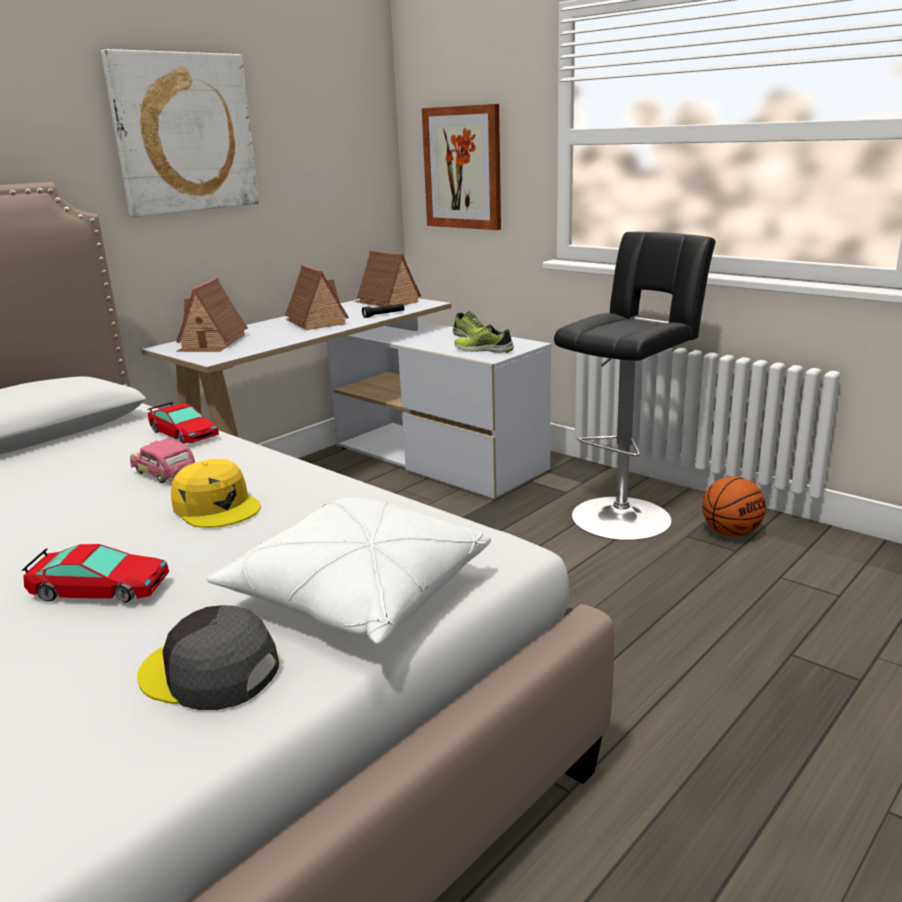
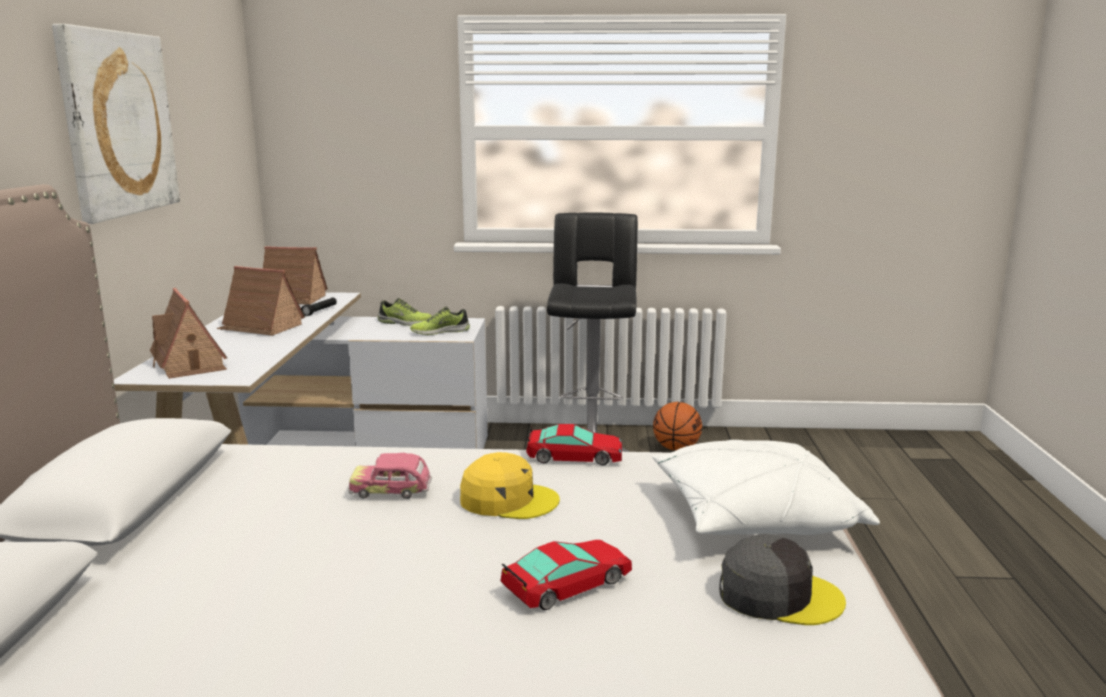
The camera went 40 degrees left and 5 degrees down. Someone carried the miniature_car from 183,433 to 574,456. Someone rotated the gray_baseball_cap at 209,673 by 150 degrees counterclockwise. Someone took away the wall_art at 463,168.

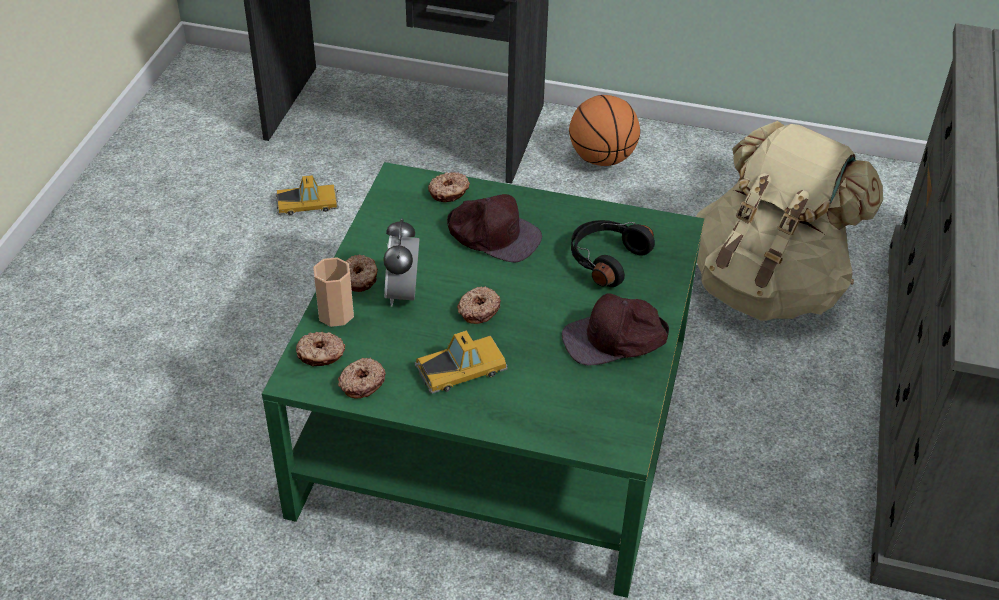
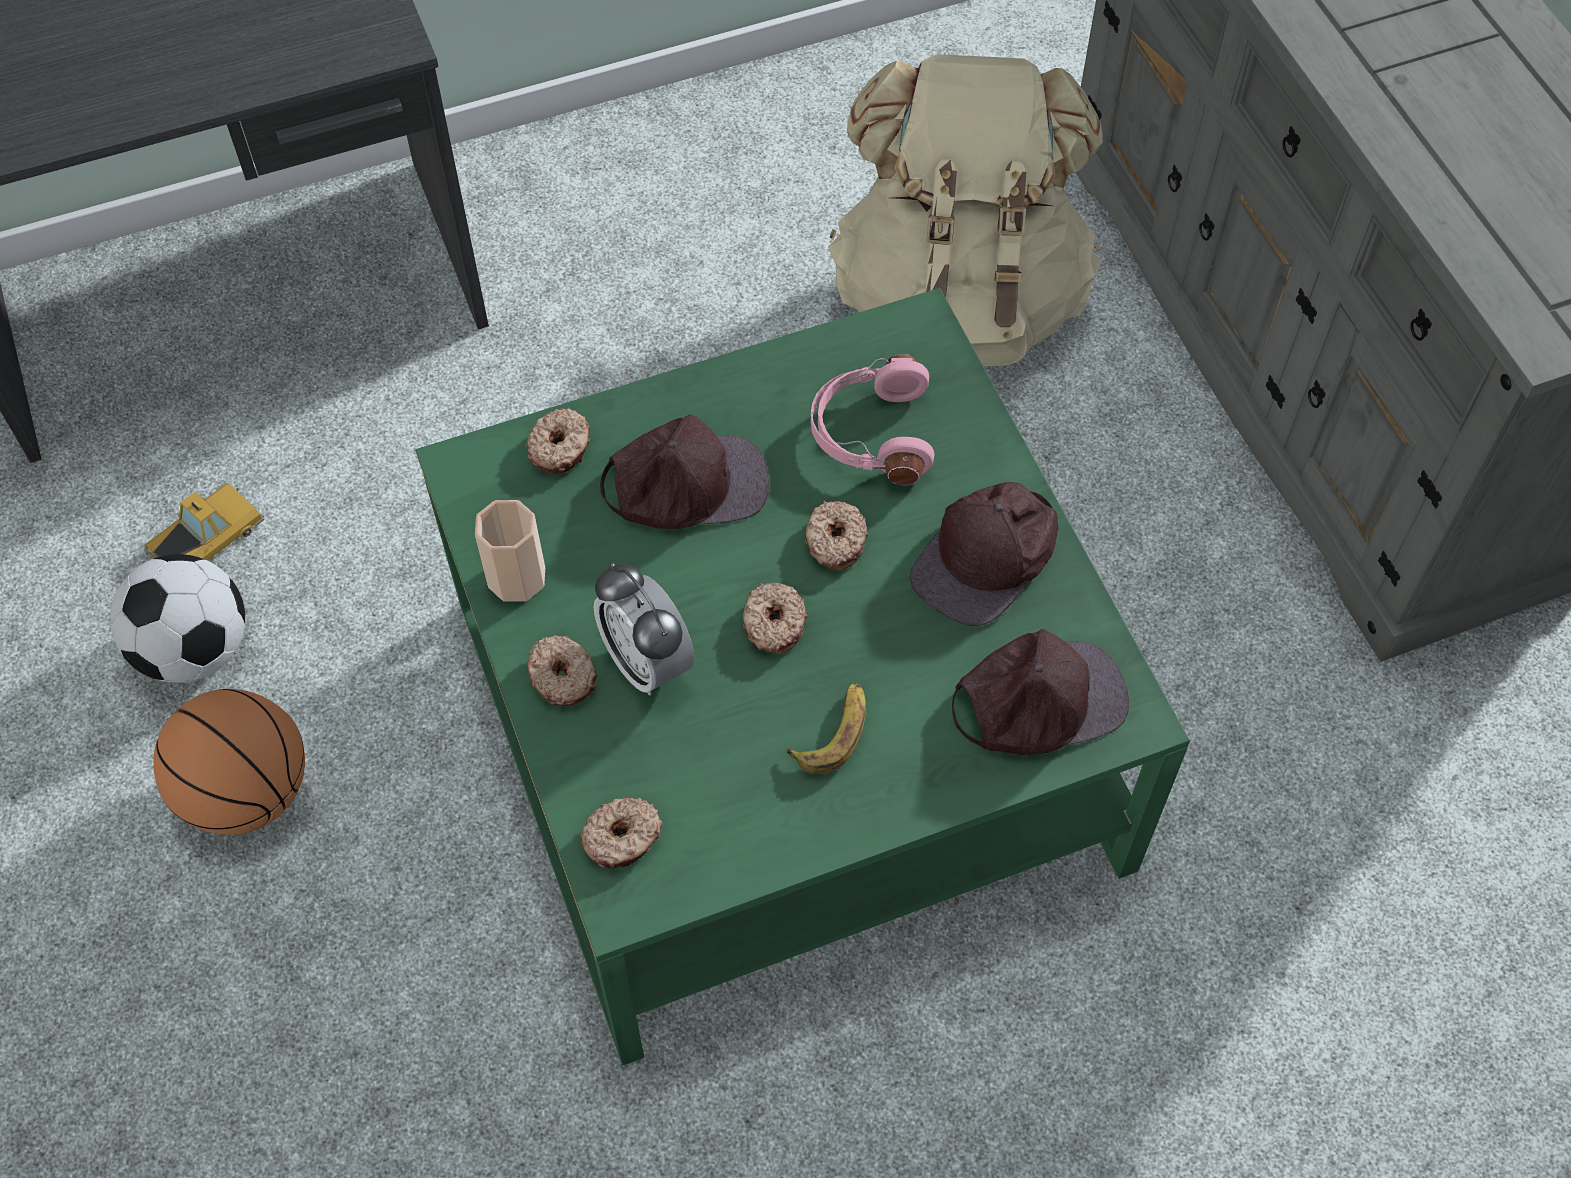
The camera went 35 degrees left and 15 degrees up. Someone put down the football_ball at 195,649. Someone carried the basketball_ball from 602,159 to 247,792. Someone carried the drinking_cup from 336,314 to 516,577. Someone swapped the miniature_car at 462,368 for the banana_fruit at 833,732. Someone carried the doughnut from 361,383 to 834,541. Someone repainted the black-coloured_headset at 605,259, which became the pinkish_headset at 870,434. Someone put down the brown_baseball_cap at 1038,700.

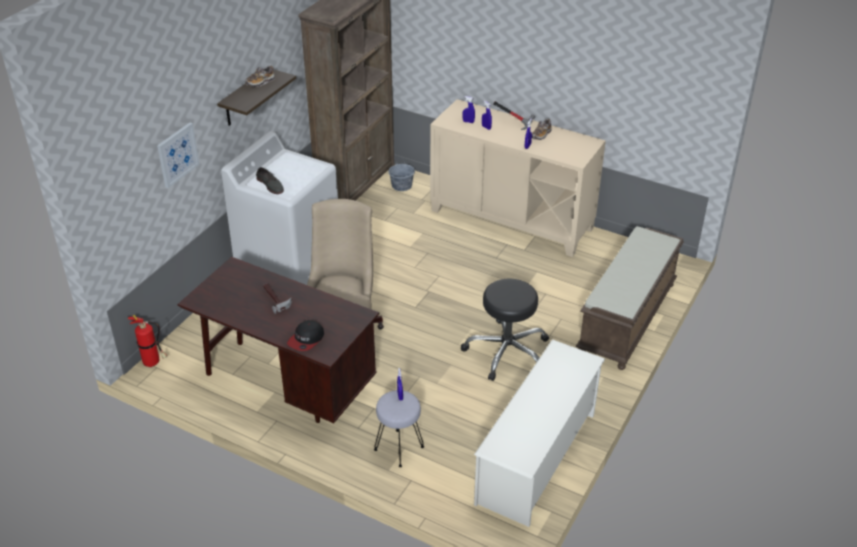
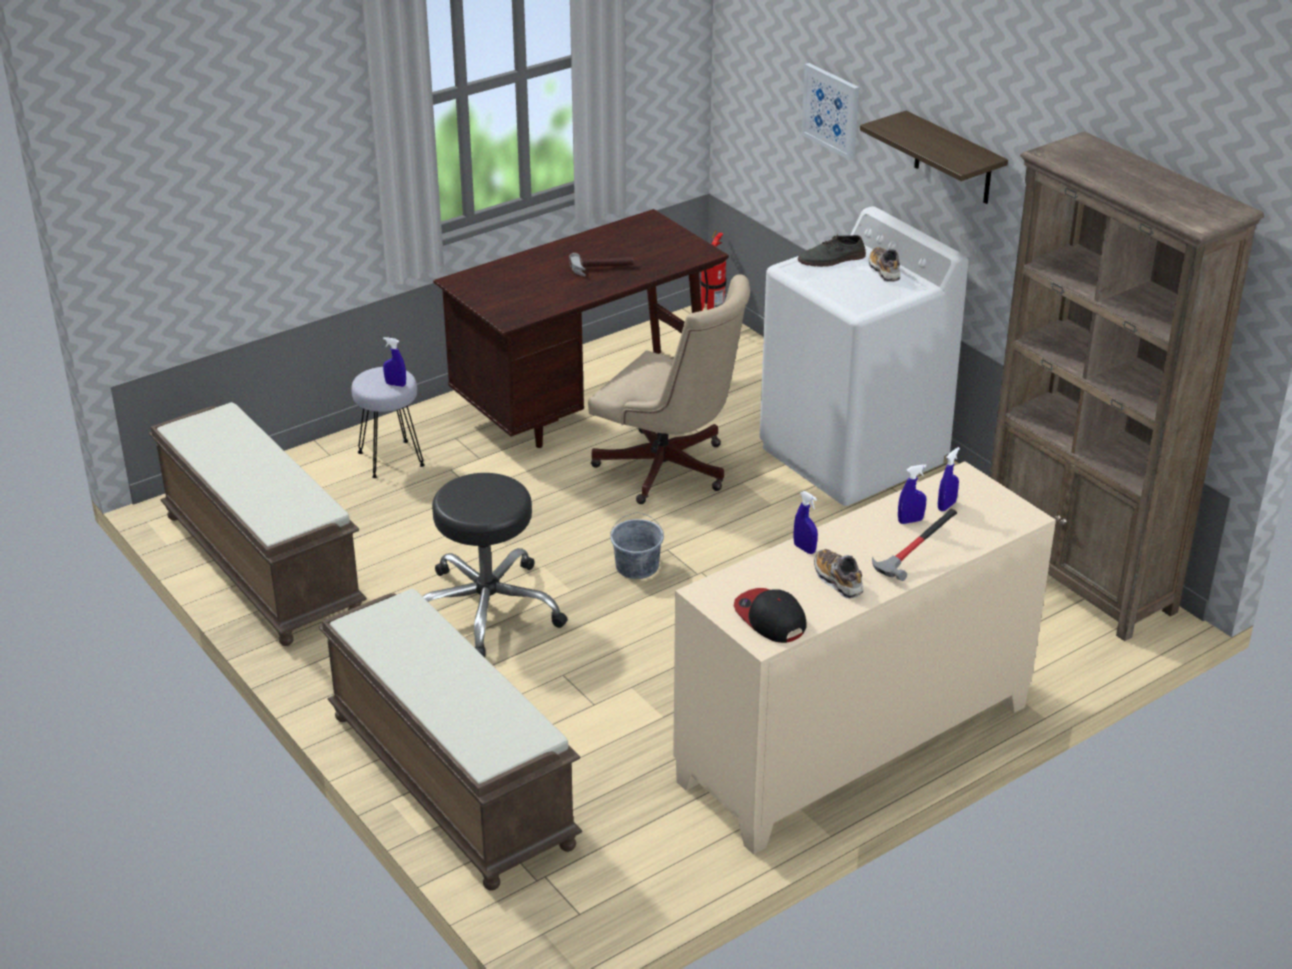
The camera went 115 degrees right and 5 degrees down. Someone swapped the white_shoe_rack at 537,458 for the brown_indoor_bench at 259,564. Someone carried the gray_bucket from 401,185 to 637,566. Someone carried the baseball_cap from 306,339 to 769,618. Someone carried the item_of_footwear from 260,82 to 884,271.

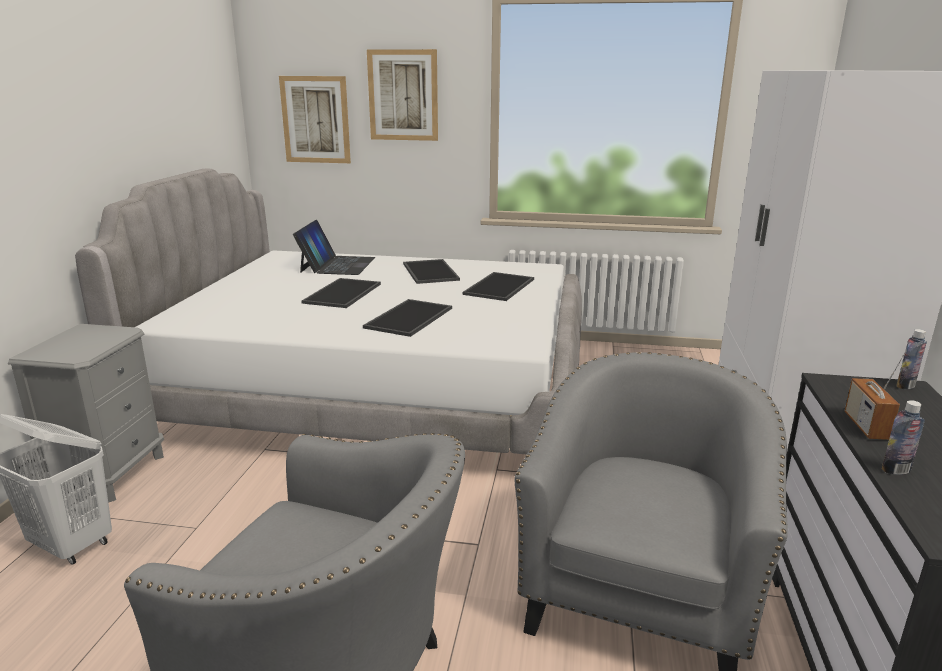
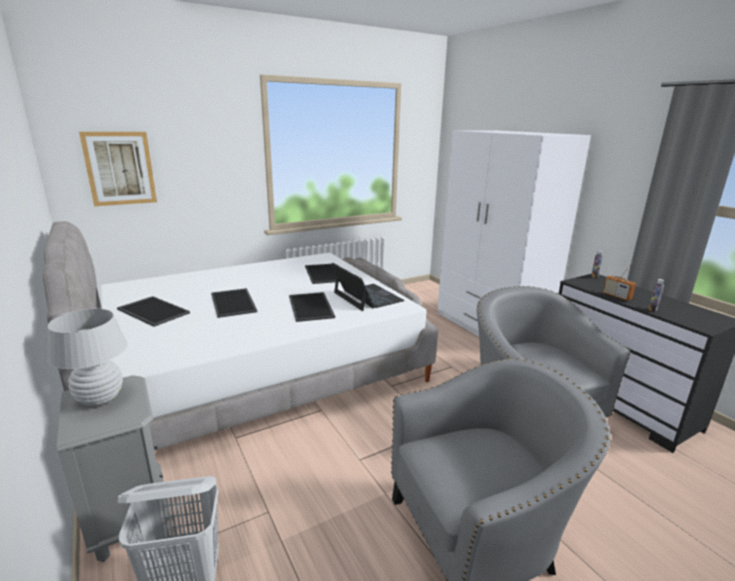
The camera went 40 degrees left and 0 degrees up. Someone put down the white_lamp_for_a_table at 100,398. Someone carried the carrying_tray from 429,271 to 152,311. Someone carried the portable_computer from 337,265 to 367,297. Someone took away the wall_art at 403,95.

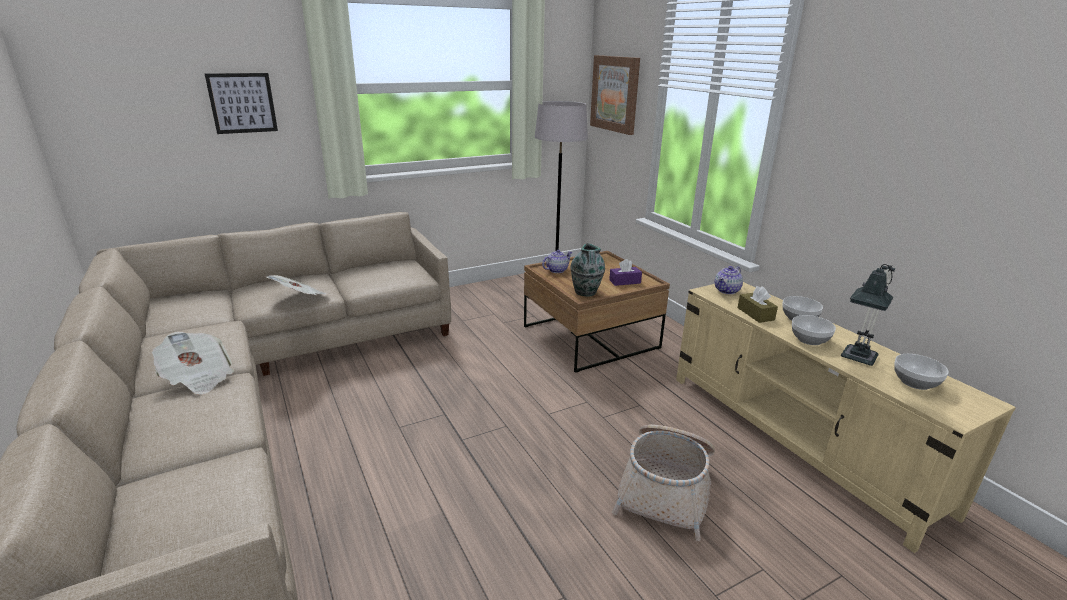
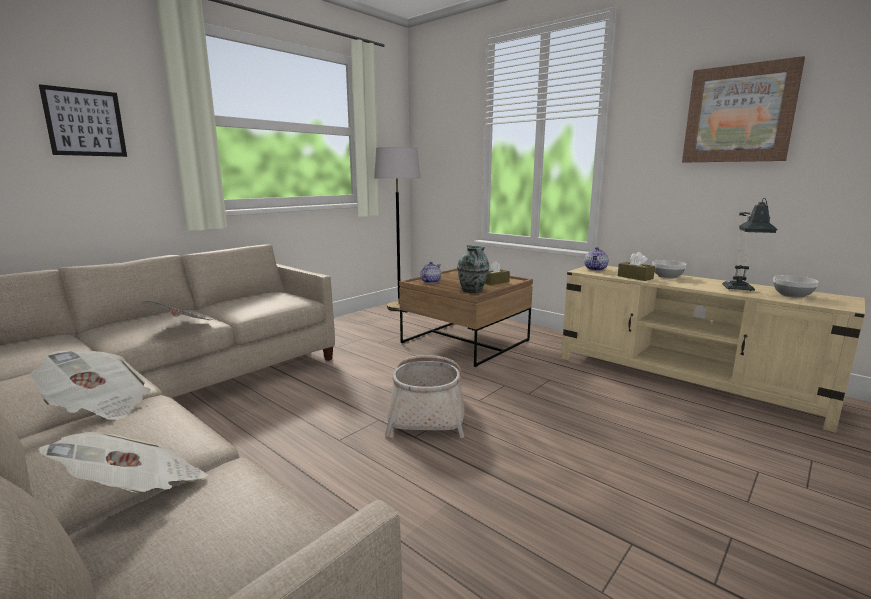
The camera went 20 degrees left and 10 degrees down. Someone put down the newspaper at 137,490. Someone carried the household_basket from 666,488 to 427,412. Someone repainted the purple-coloured_box_of_tissues at 625,281, which became the brown_box_of_tissues at 495,282. Someone carried the wall_art from 615,94 to 739,114. Someone took away the serving_bowl at 809,339.

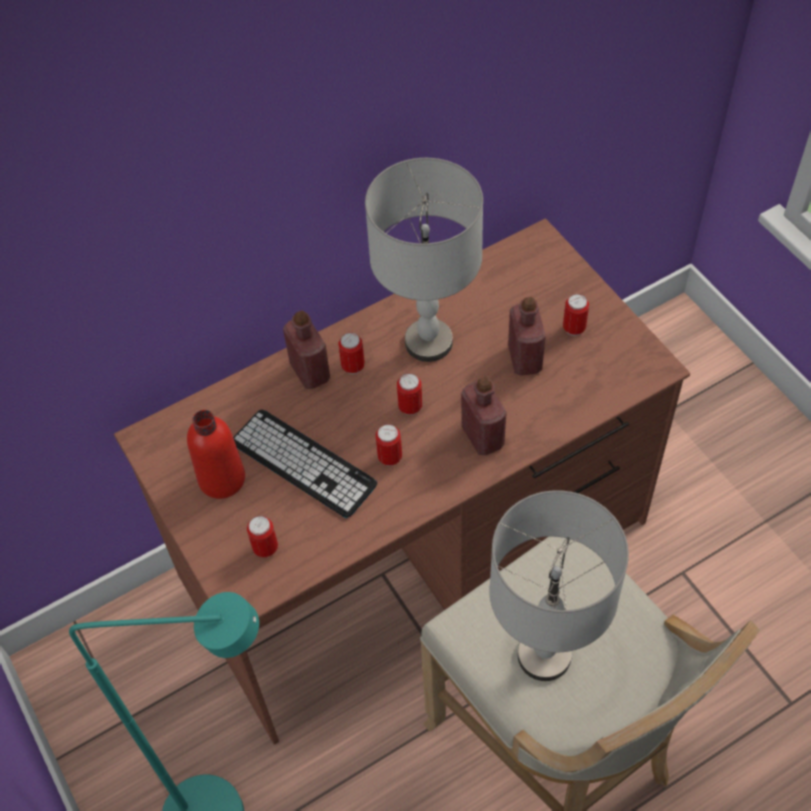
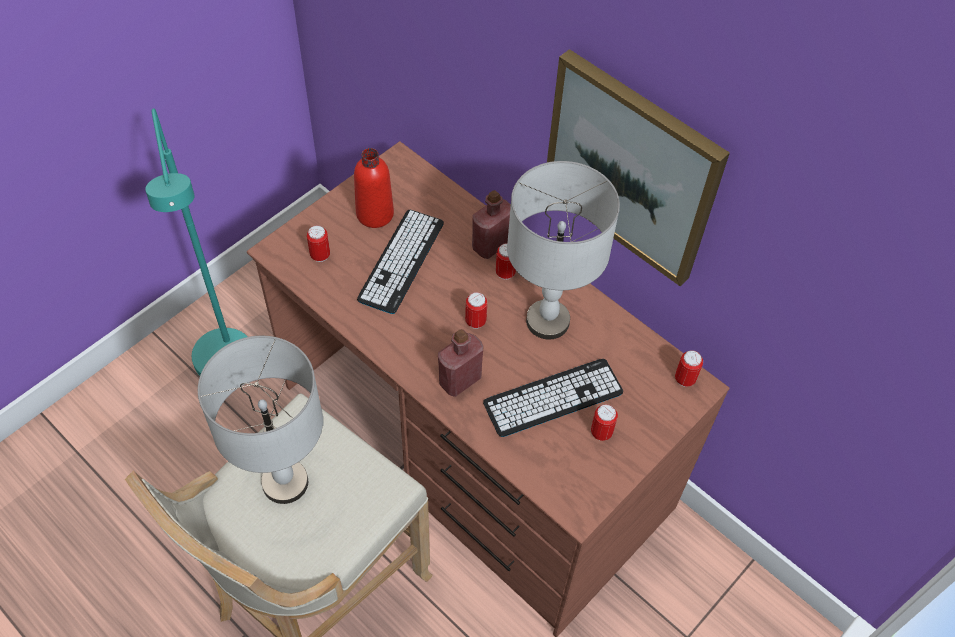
The camera went 70 degrees right and 0 degrees up. Someone swapped the red-coloured_drink_bottle at 524,358 for the PC_keyboard at 553,398. Someone put up the wall_art at 631,168. Someone carried the metal_can from 390,457 to 684,379.

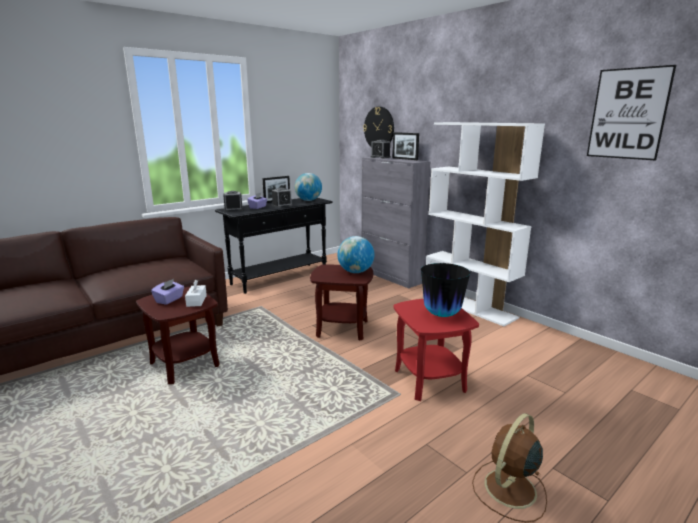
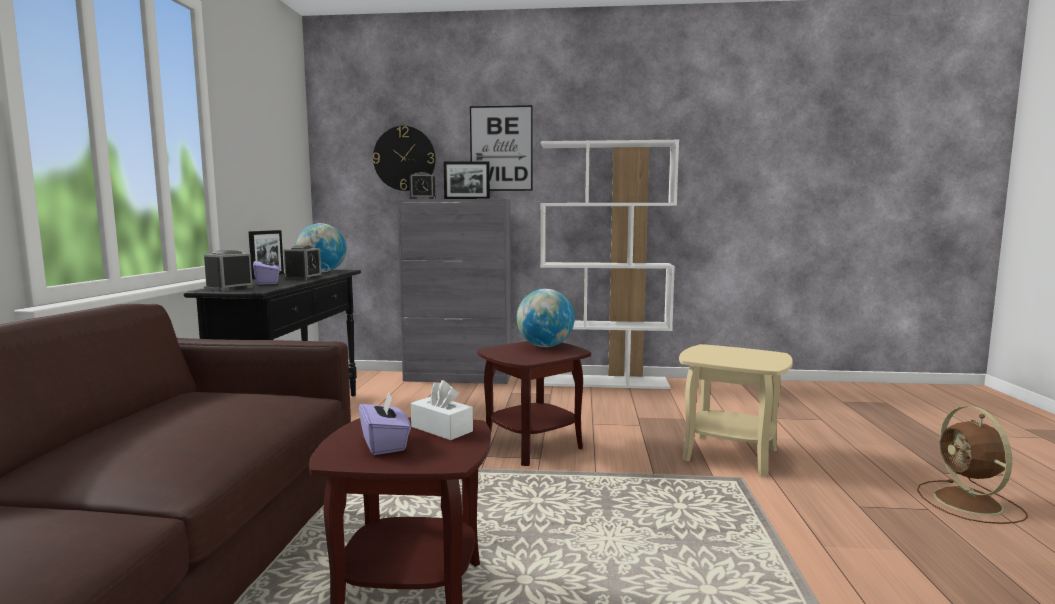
The camera went 45 degrees left and 10 degrees down. Someone carried the wall_art from 628,114 to 501,148. Someone repainted the red-coloured_side_table at 430,380, which became the beige_side_table at 730,454. Someone took away the vase at 442,315.

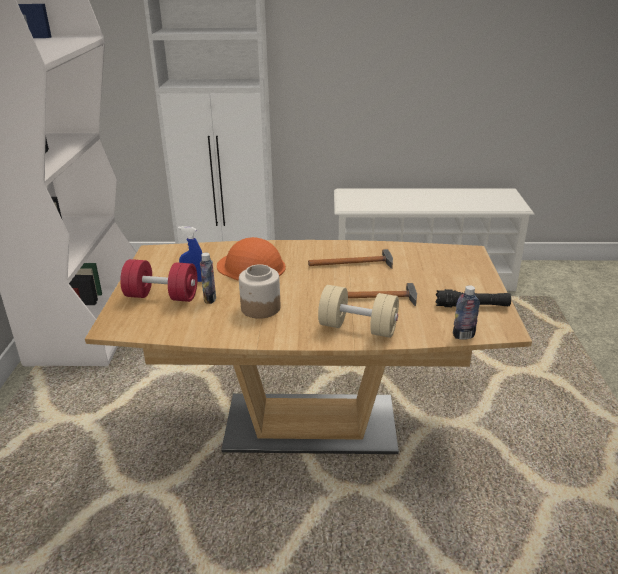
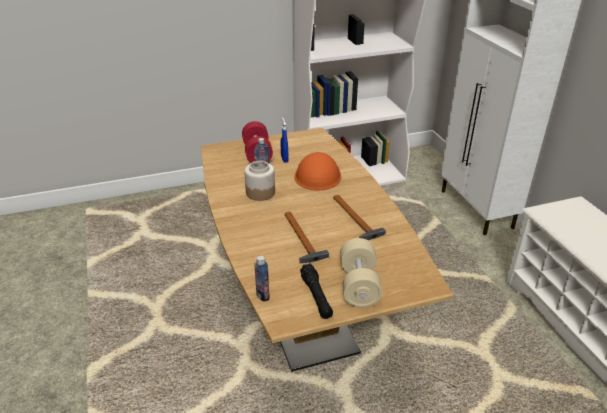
The camera went 70 degrees right and 5 degrees up. Someone carried the beige_free_weight from 358,328 to 359,285.

